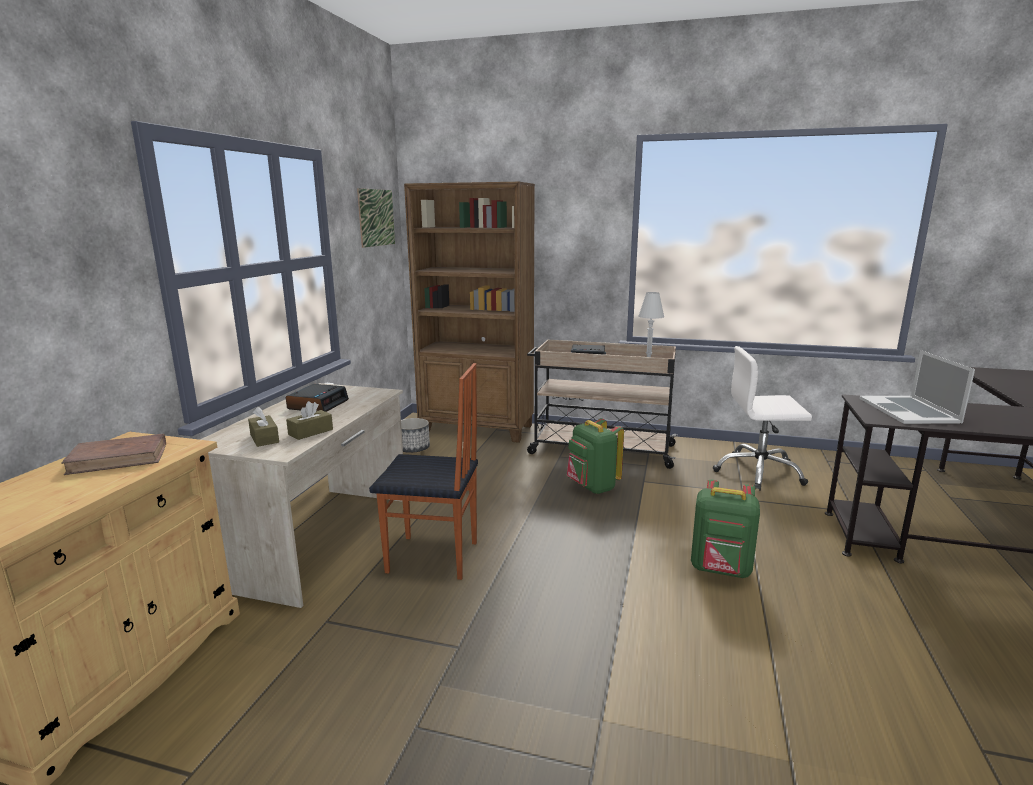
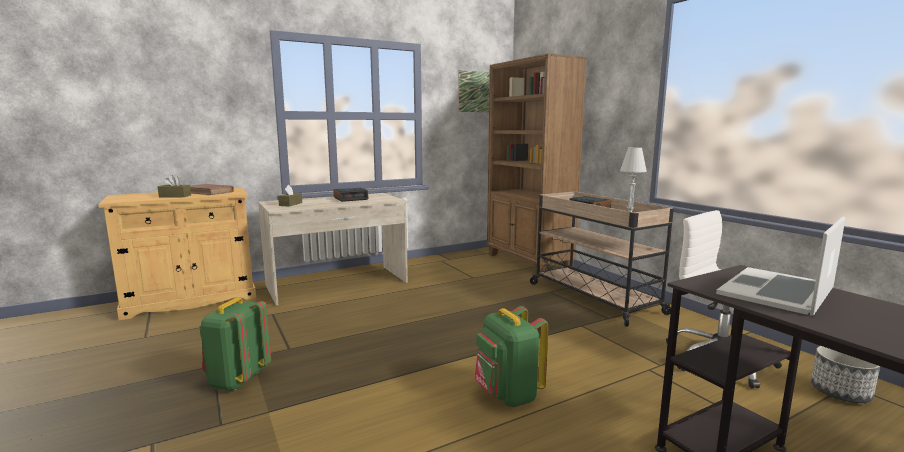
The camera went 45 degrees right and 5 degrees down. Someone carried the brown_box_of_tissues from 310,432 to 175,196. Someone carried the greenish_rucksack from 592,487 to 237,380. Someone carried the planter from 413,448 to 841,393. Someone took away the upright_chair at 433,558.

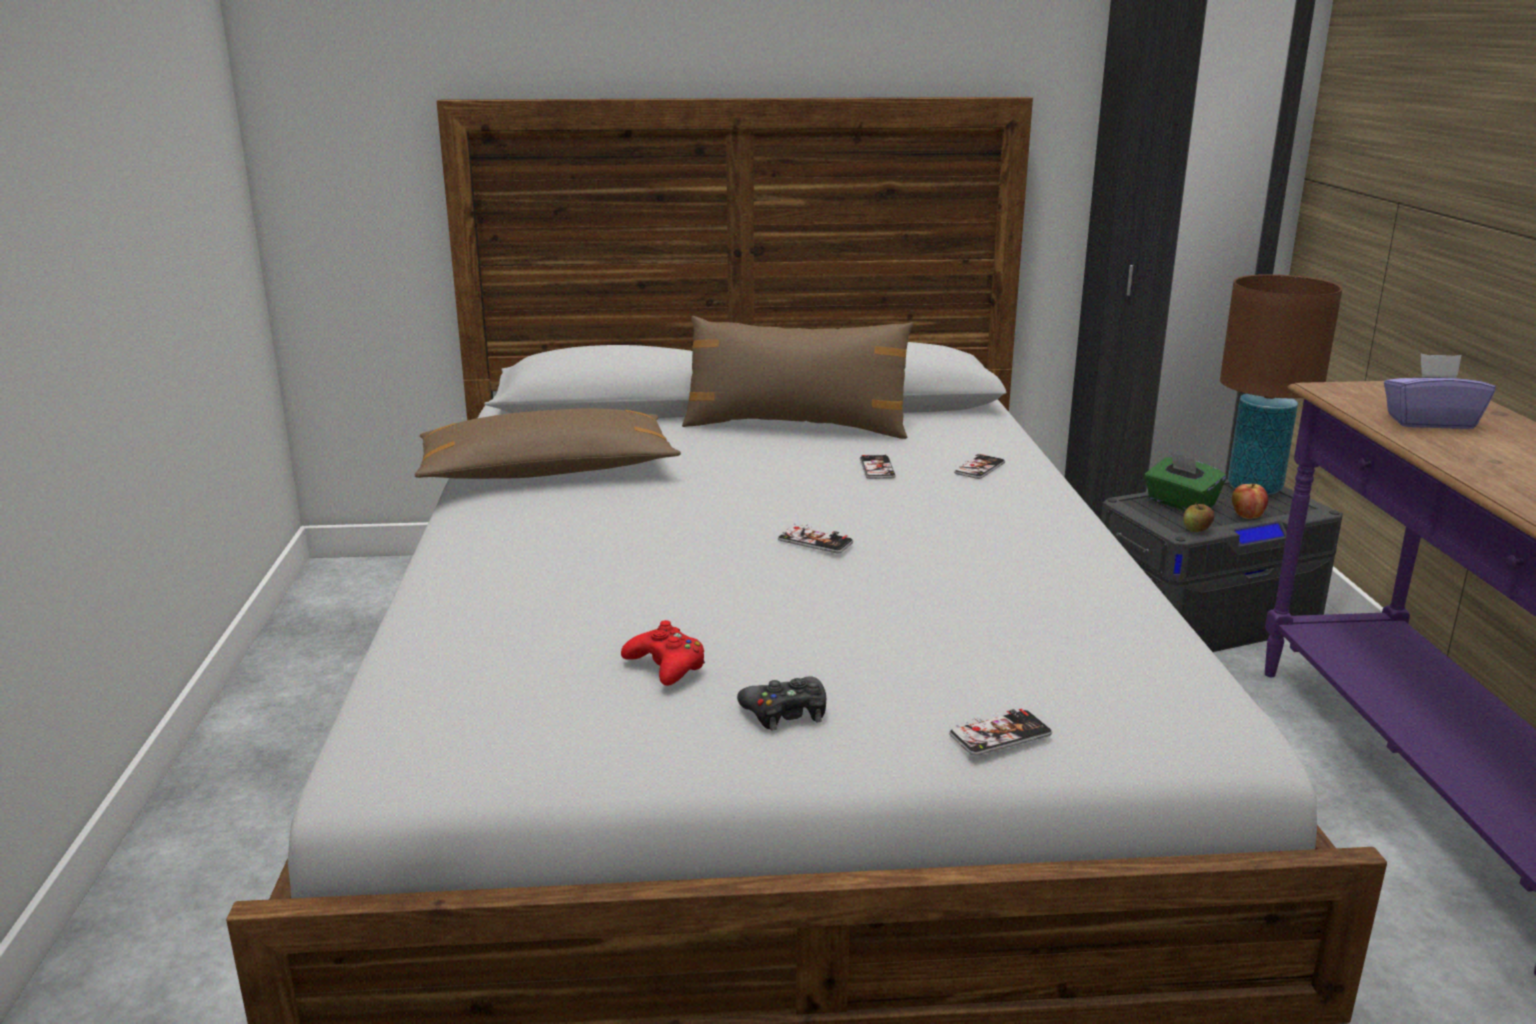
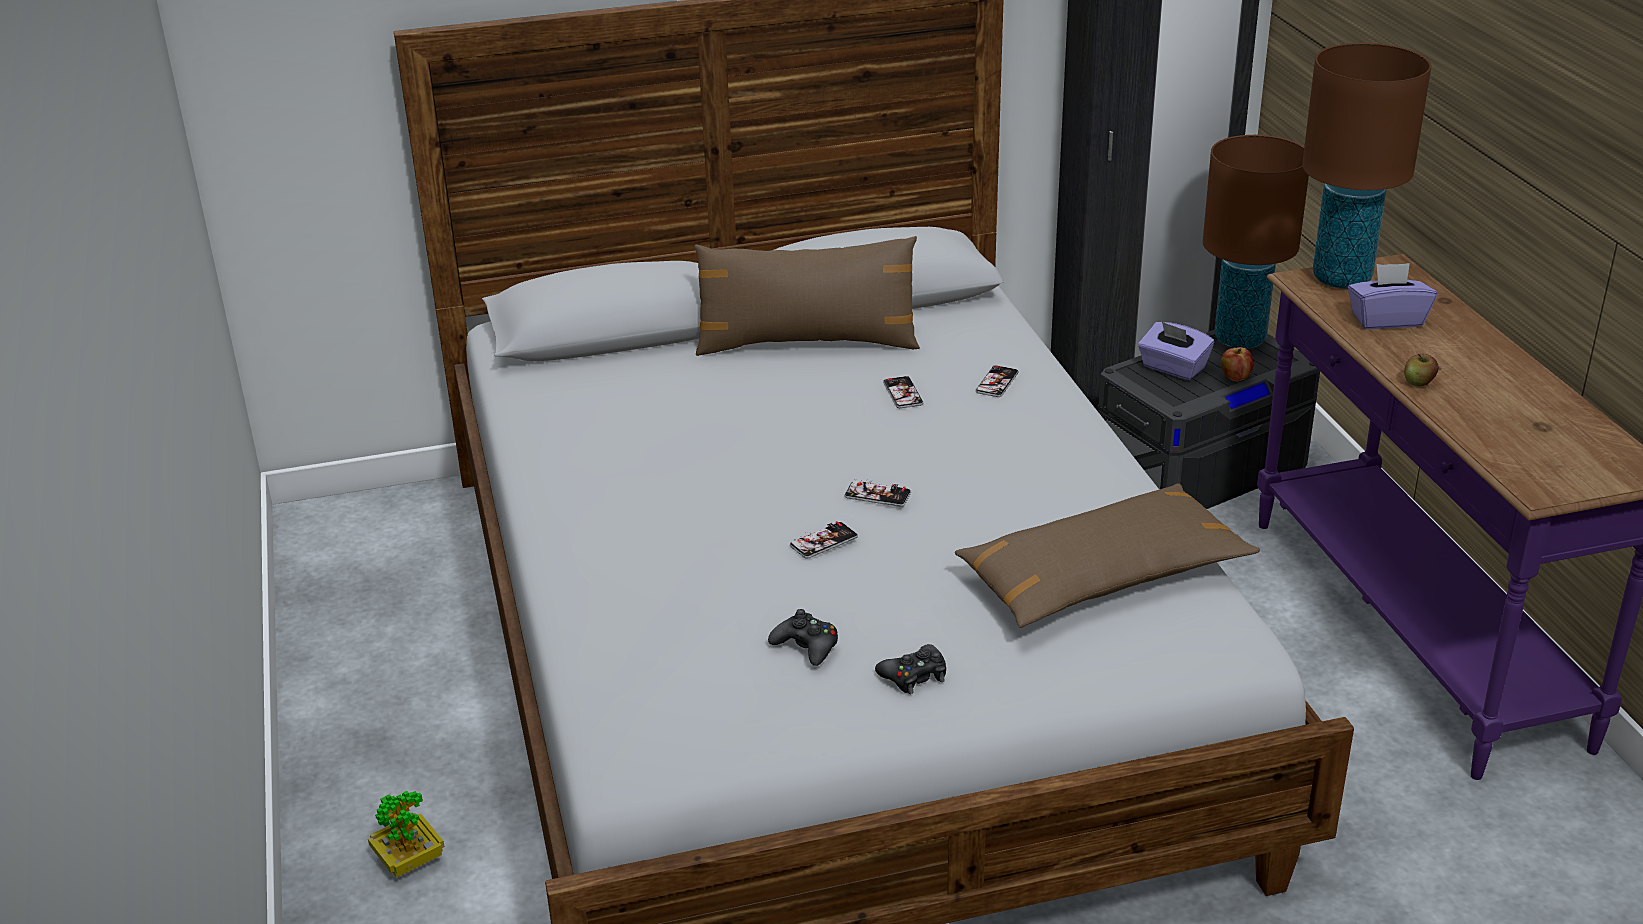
The camera went 10 degrees left and 10 degrees up. Someone put down the plant_in_a_pot at 409,861. Someone repainted the red-coloured_game_controller at 666,666, which became the black-coloured_game_controller at 806,646. Someone carried the handset from 1000,735 to 823,541. Someone carried the brown_pillow from 547,472 to 1102,578. Someone repainted the greenish_box_of_tissues at 1180,503, which became the purple-coloured_box_of_tissues at 1173,368. Someone put down the brown_lamp_for_a_table at 1341,279. Someone carried the apple from 1196,529 to 1418,382.

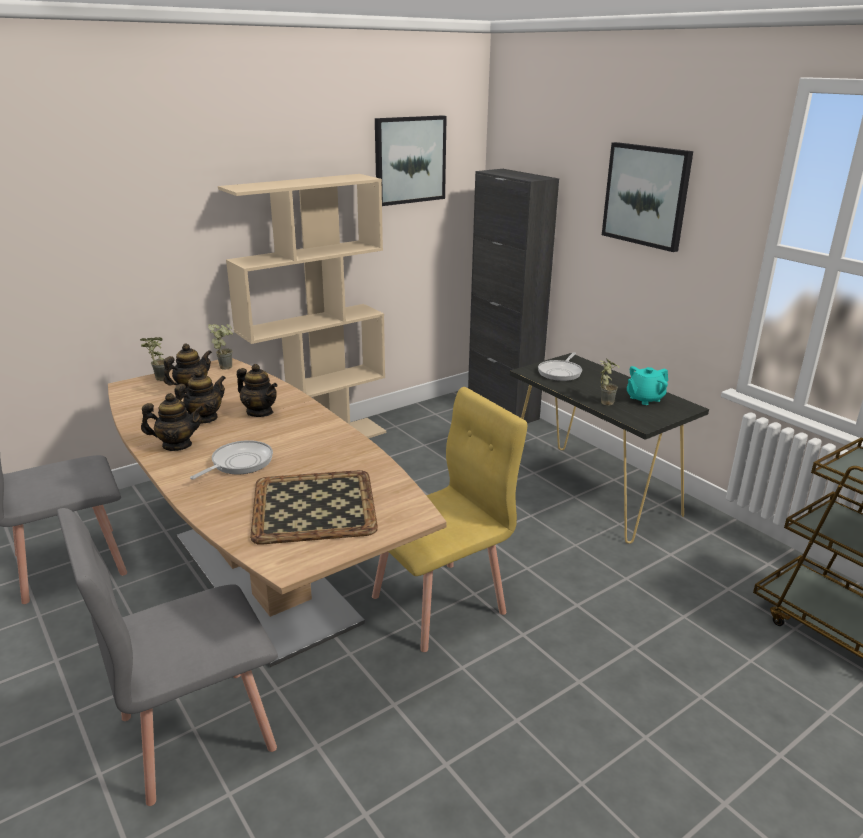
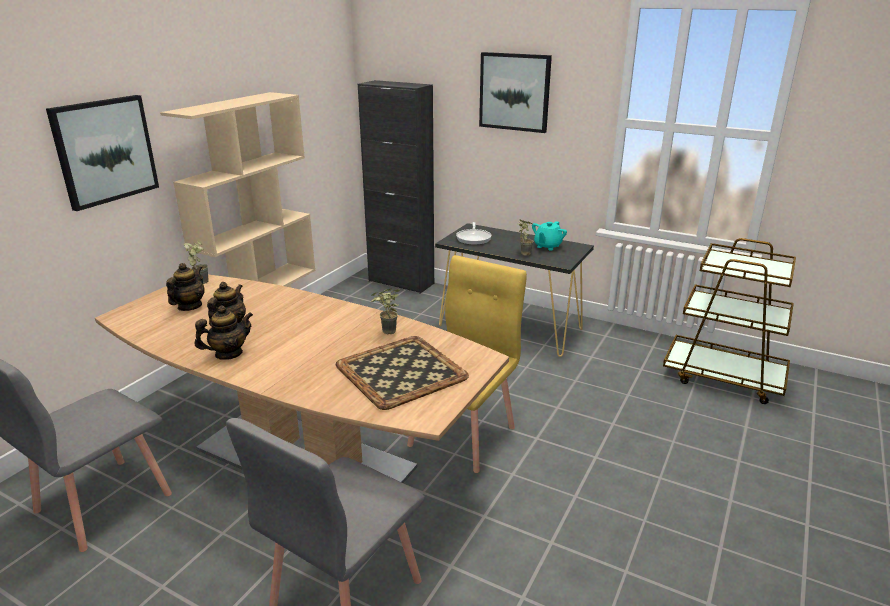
The camera went 25 degrees left and 0 degrees up. Someone carried the wall_art from 409,160 to 105,151. Someone carried the plant_in_a_pot from 158,379 to 386,333. Someone took away the frying_pan at 239,463. Someone took away the pot_for_tea at 260,412.

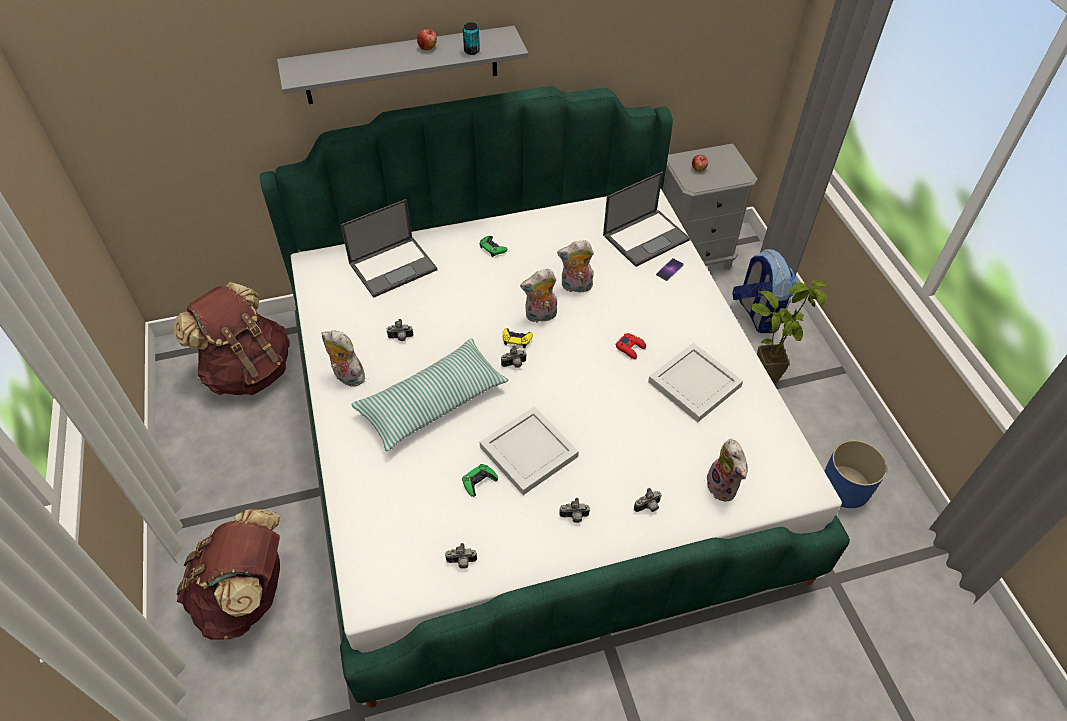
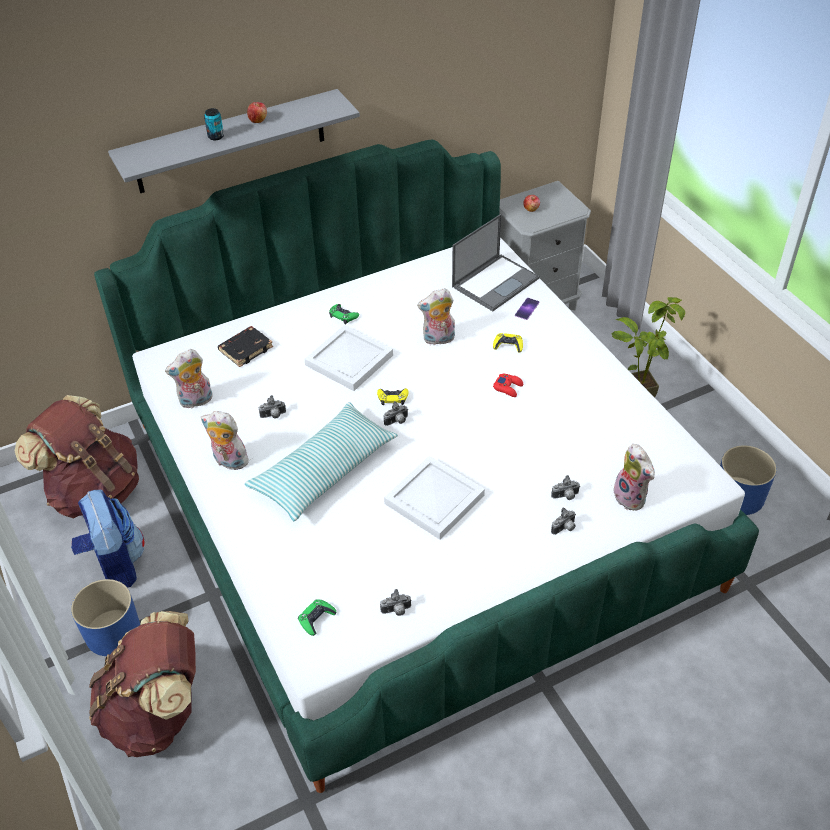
The camera went 10 degrees left and 5 degrees down. Someone carried the rucksack from 757,314 to 115,564. Someone put down the blue-coloured_planter at 112,632. Someone carried the soft_toy from 540,316 to 196,401. Someone carried the metal_can from 472,51 to 216,136. Someone swapped the portable_computer at 393,266 for the black-coloured_bound_book at 245,348. Someone carried the greenish_game_controller from 479,481 to 316,619. Someone carried the white_carrying_tray from 696,384 to 350,360. Someone put down the yellow_game_controller at 508,345. Someone carried the photo_camera from 574,517 to 565,496.

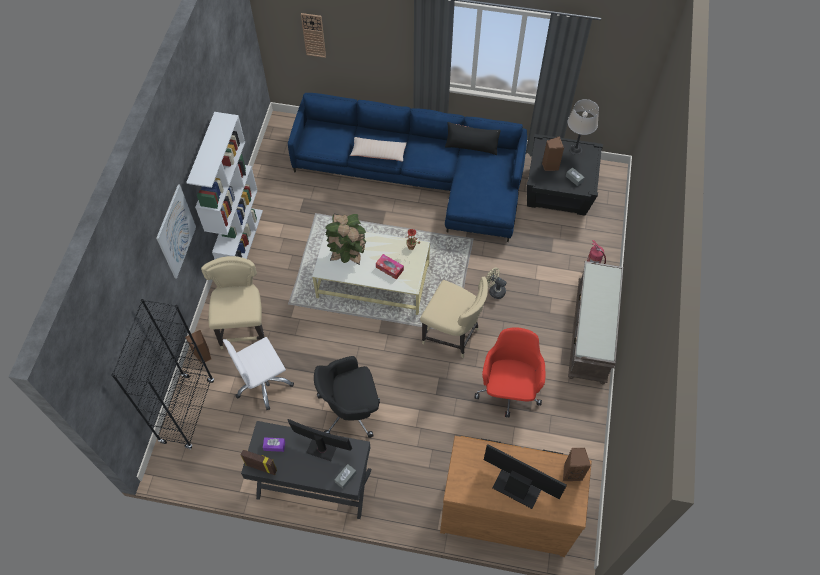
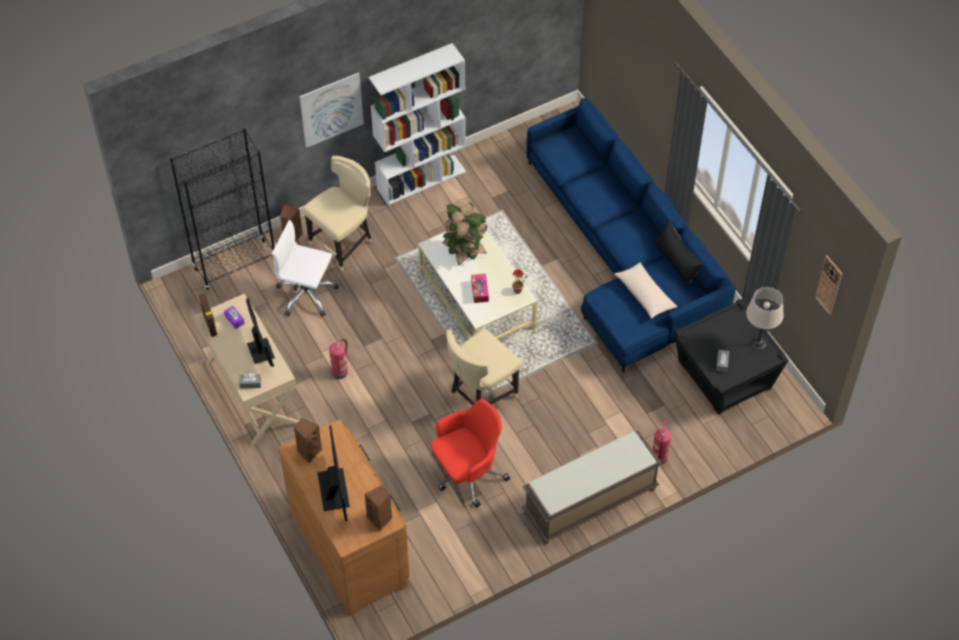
The camera went 50 degrees right and 5 degrees down. Someone repainted the black-coloured_desk_table at 314,484, which became the beige_desk_table at 252,393. Someone carried the brown_audio_speaker from 550,165 to 309,452. Someone swapped the black-coloured_computer_chair at 350,409 for the fire-fighting_cylinder at 340,371. Someone rotated the beige_upright_chair at 452,335 by 60 degrees clockwise. Someone carried the beige_pillow from 378,153 to 645,294. Someone carried the wall_clock from 313,35 to 829,285. Someone took away the beige_electric_fan at 494,290.

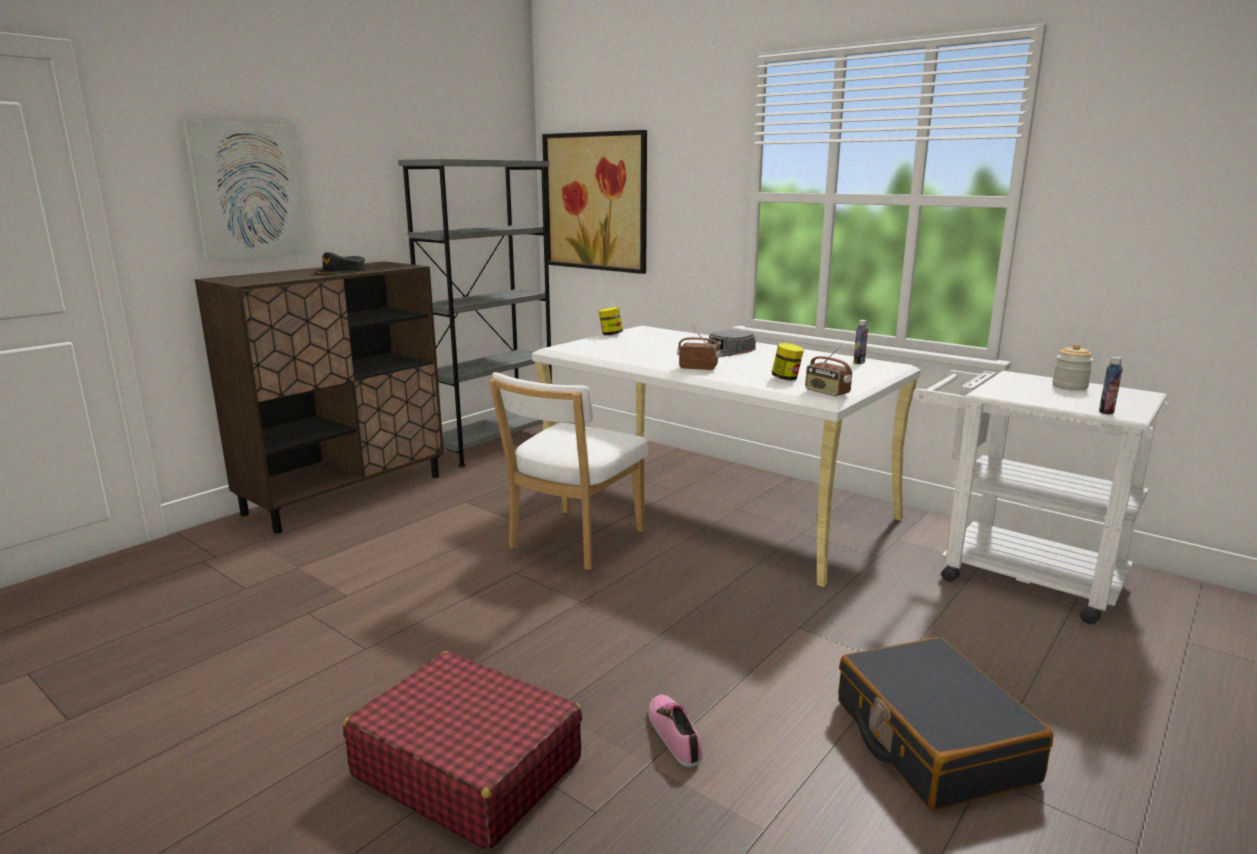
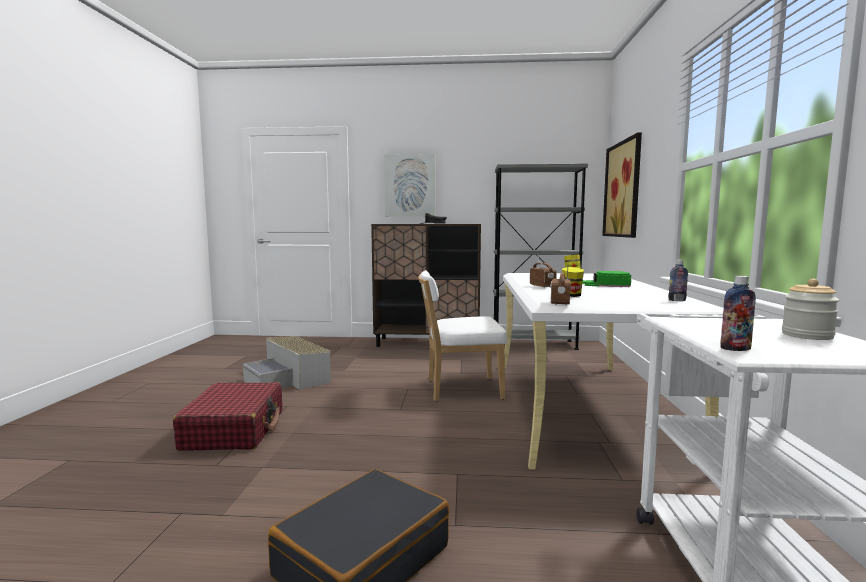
The camera went 55 degrees right and 10 degrees down. Someone put down the gray_storage_bin at 289,378. Someone repainted the gray_baseball_cap at 726,350, which became the greenish_baseball_cap at 606,284. Someone took away the item_of_footwear at 675,734.

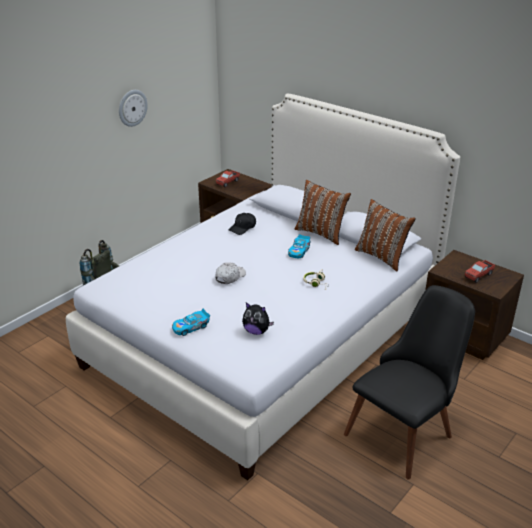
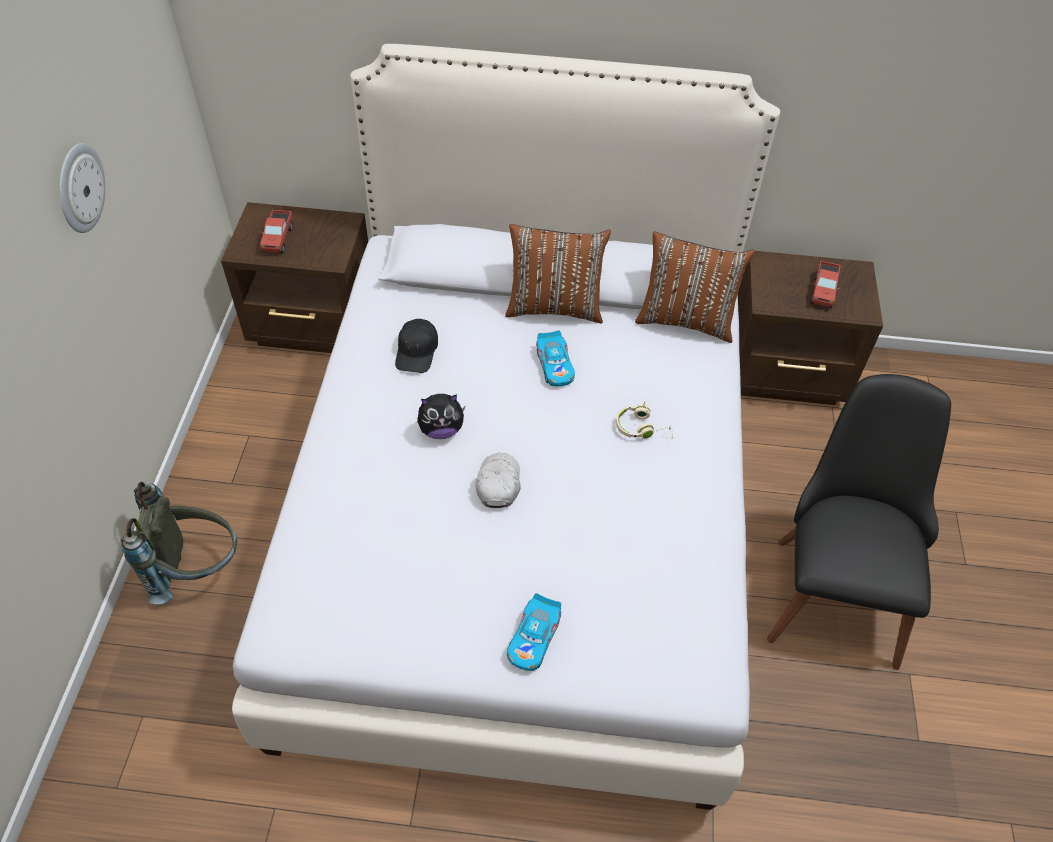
The camera went 35 degrees left and 20 degrees up. Someone carried the soft_toy from 256,331 to 441,429.

